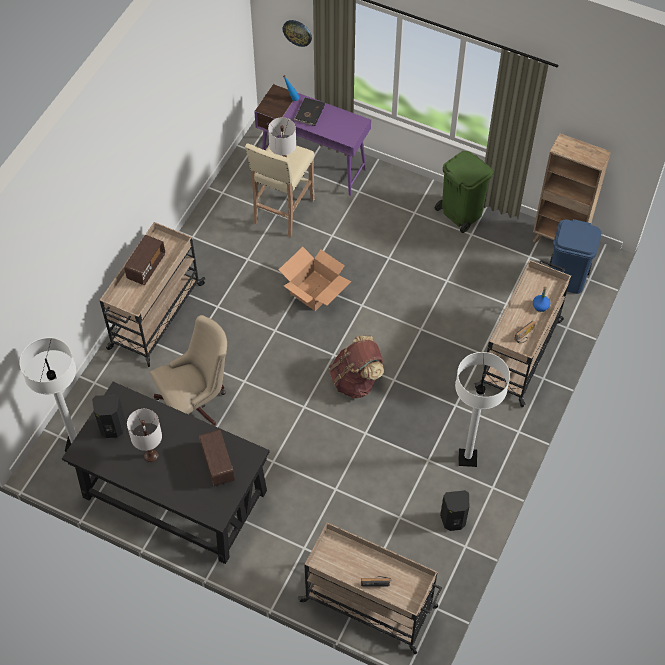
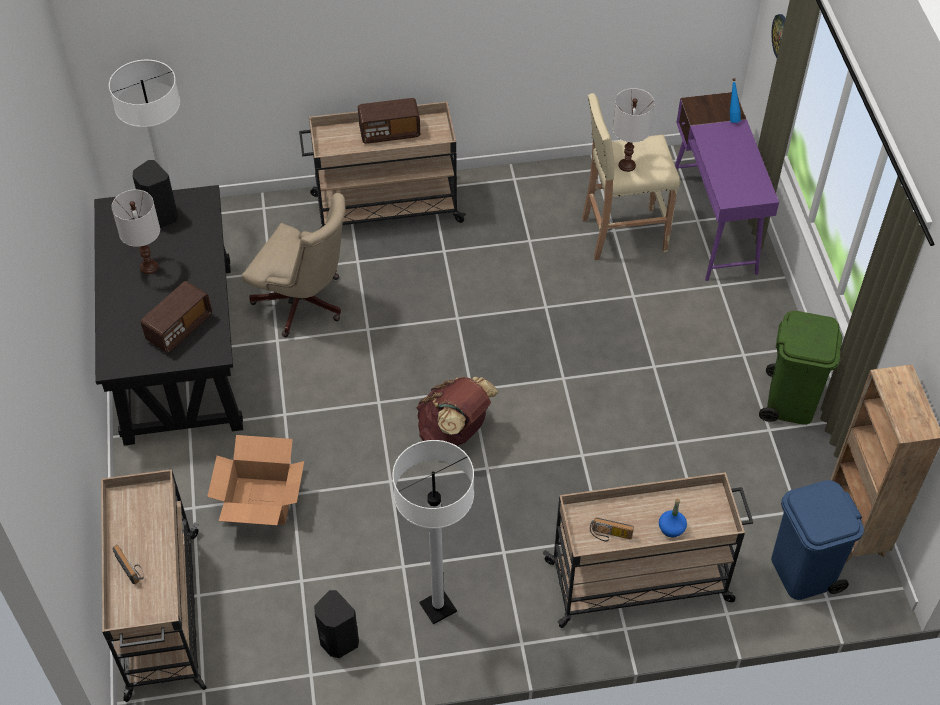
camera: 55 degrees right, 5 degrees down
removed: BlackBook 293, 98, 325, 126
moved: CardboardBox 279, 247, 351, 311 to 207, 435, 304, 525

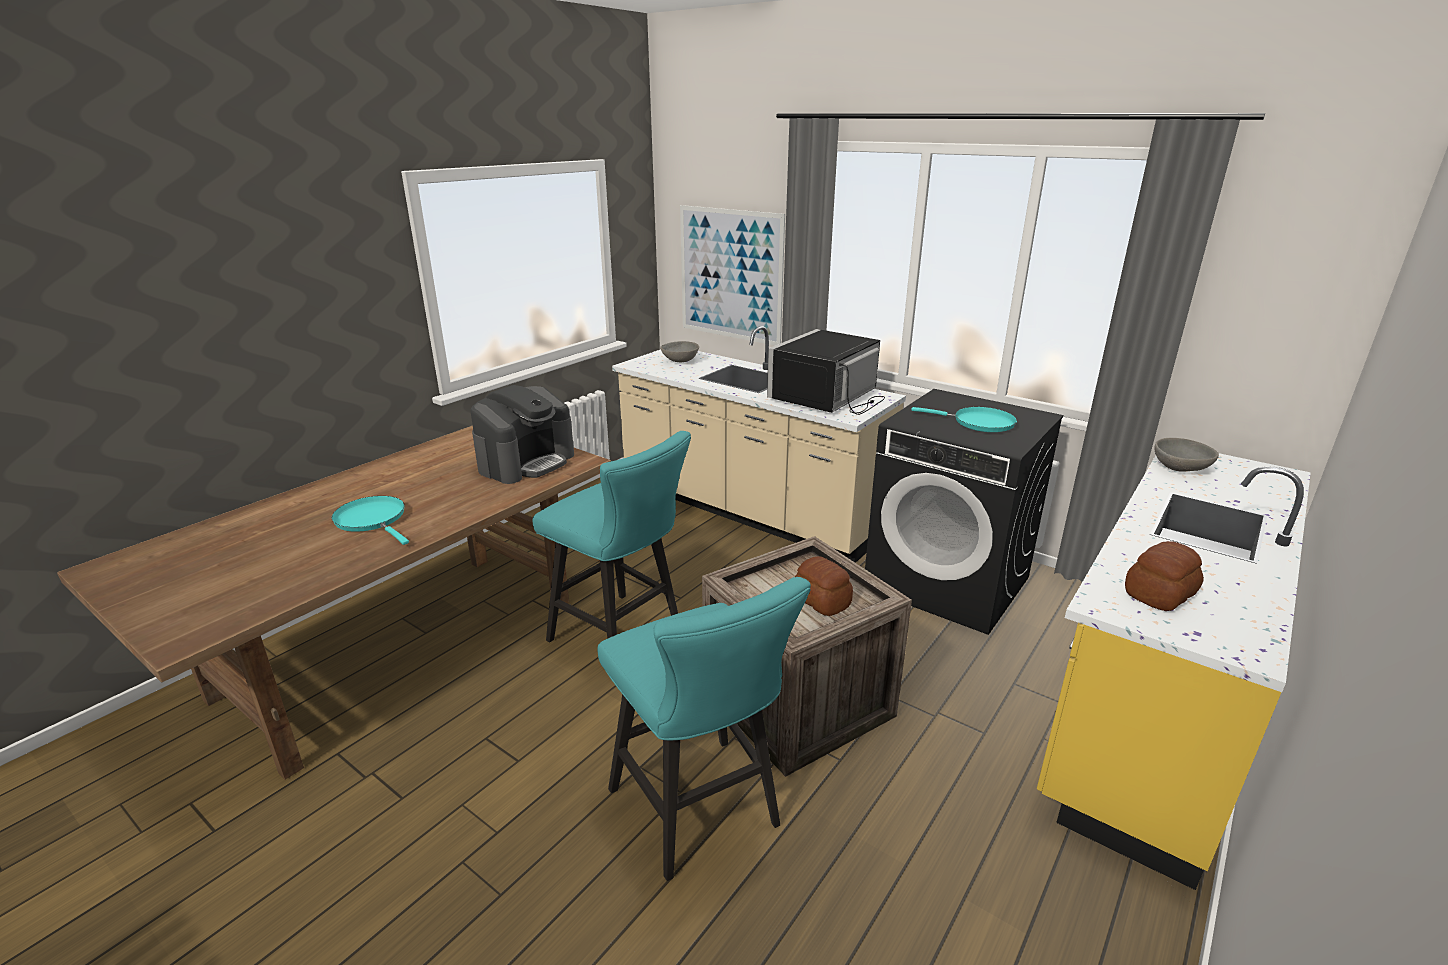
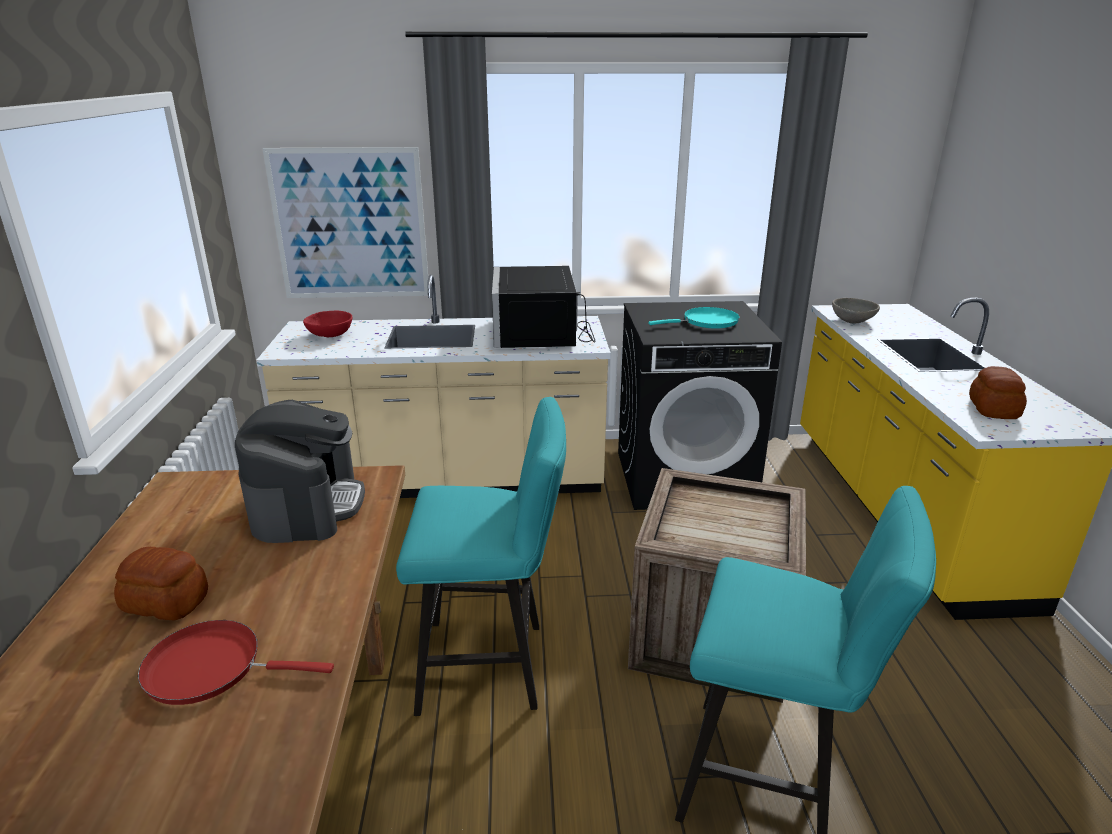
camera: 40 degrees left, 0 degrees up
moved: Bread 795, 556, 853, 616 to 114, 547, 208, 621
recoloured: TurquoiseFryingPan 331, 496, 409, 545 to RedFryingPan 138, 620, 334, 705; GreyBowl 660, 341, 699, 362 to RedBowl 303, 311, 352, 337

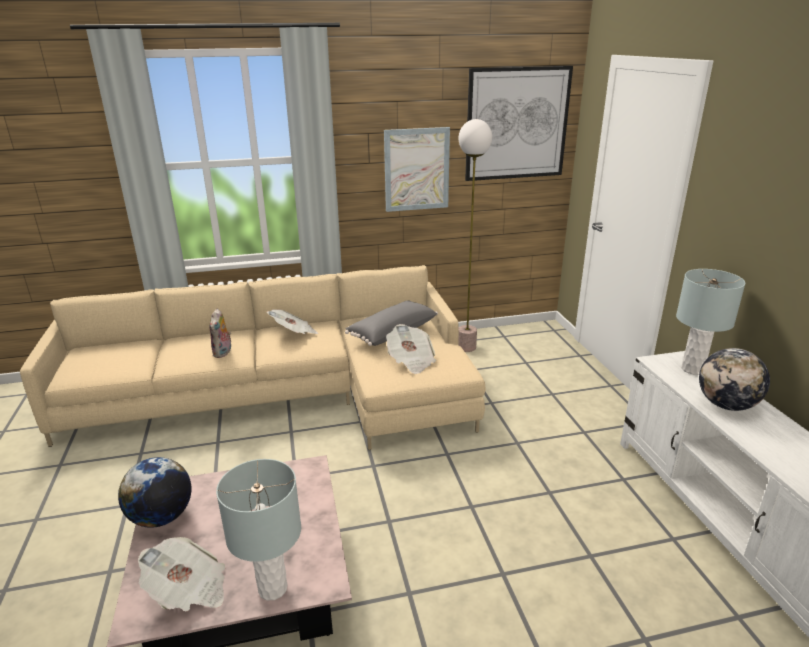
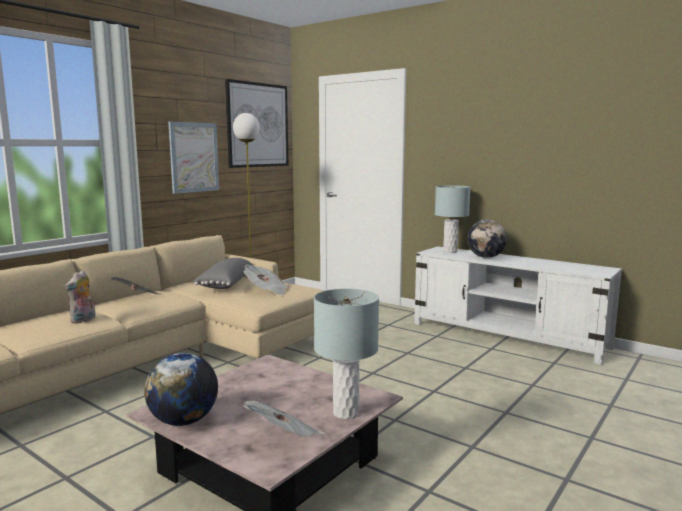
camera: 40 degrees left, 15 degrees down
turned: PlushToy 209, 309, 231, 358 = 65, 270, 95, 324 60 degrees clockwise

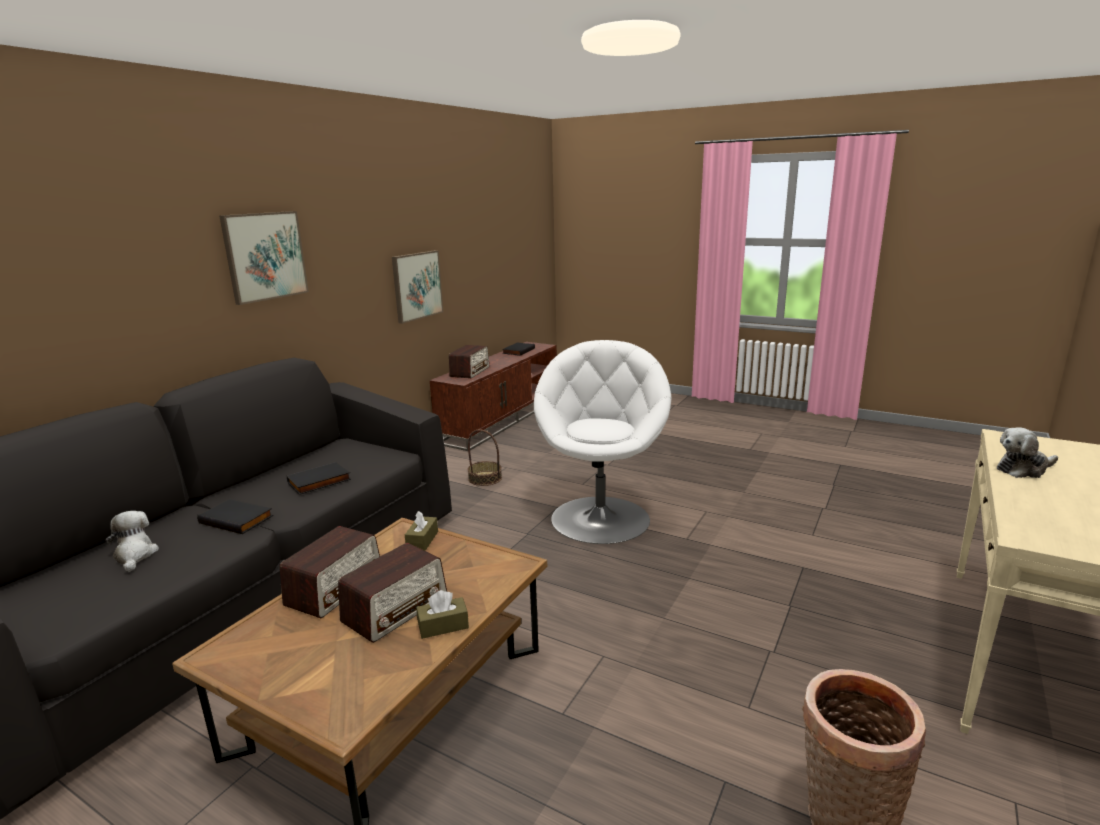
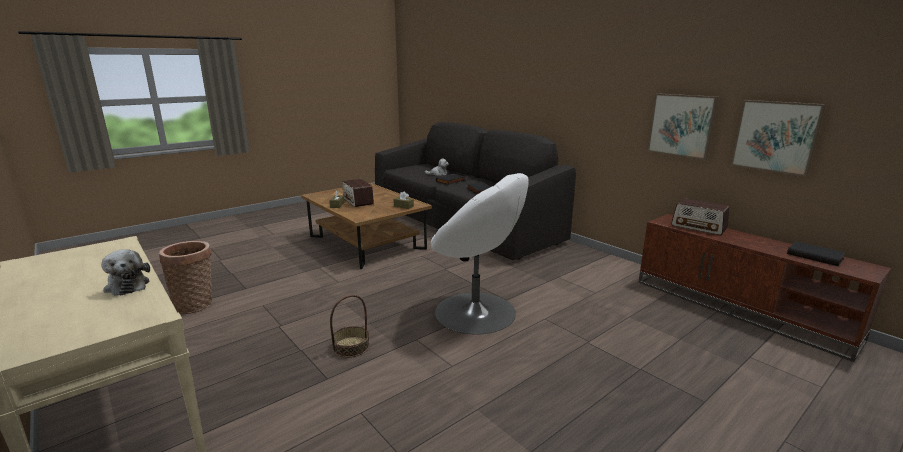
camera: 110 degrees right, 0 degrees up
removed: Radio 279, 526, 380, 618
moved: Picture 219, 211, 309, 305 to 731, 100, 826, 177; Basket 468, 429, 502, 486 to 330, 295, 370, 358
turned: PlushToy 997, 427, 1058, 478 = 101, 249, 150, 295 135 degrees clockwise

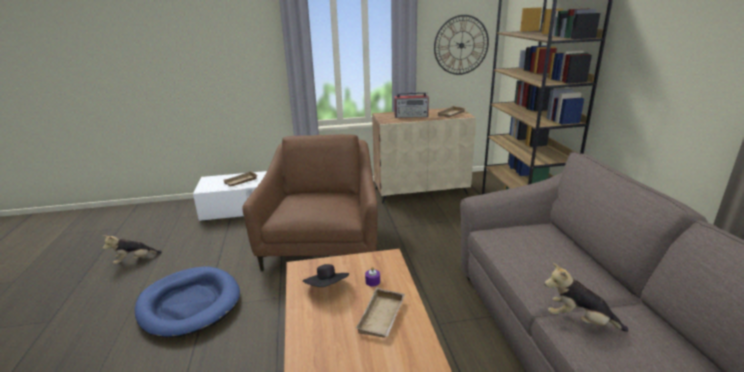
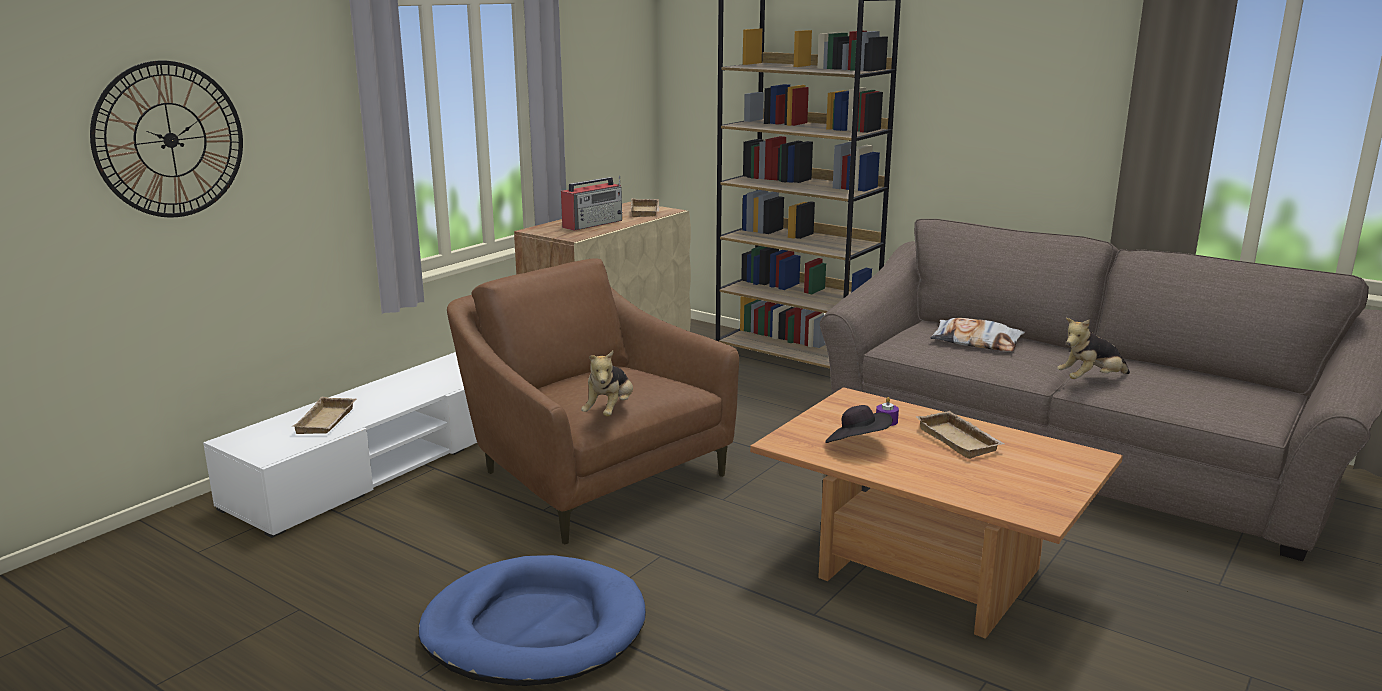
camera: 45 degrees left, 5 degrees down
added: Pillow 930, 318, 1025, 351
moved: PlushToy 103, 235, 162, 264 to 581, 351, 633, 416; WallClock 434, 15, 489, 75 to 90, 61, 243, 217

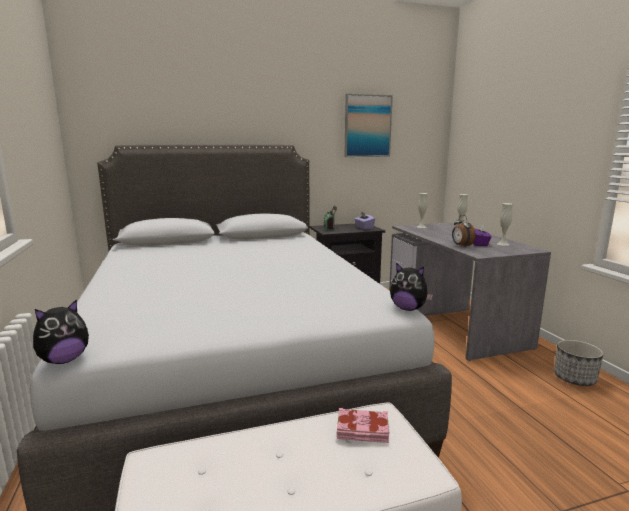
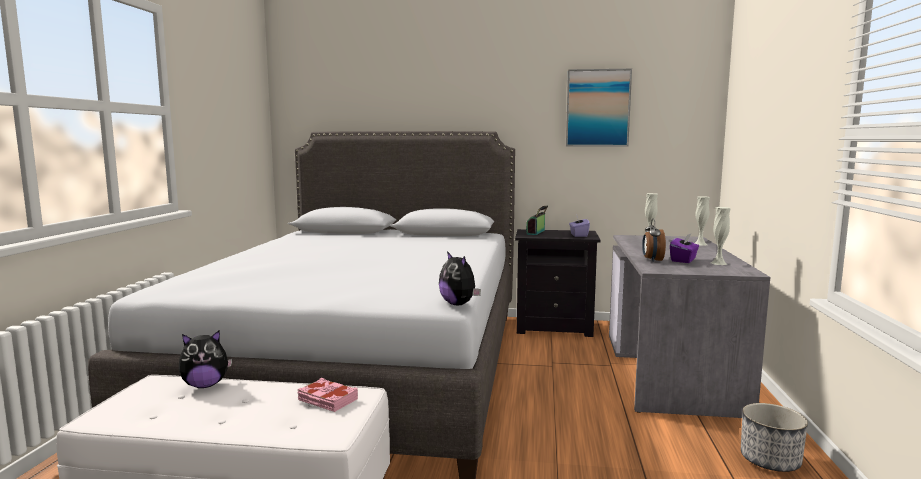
camera: 25 degrees right, 5 degrees down
moved: PlushToy 33, 299, 89, 364 to 178, 331, 232, 388

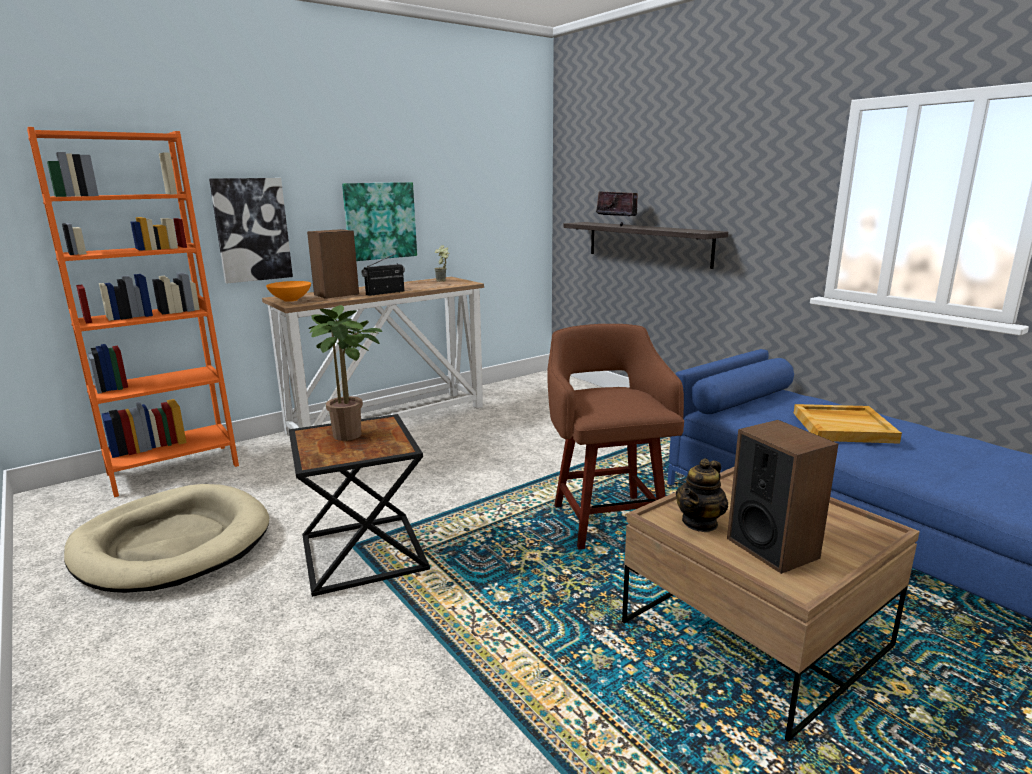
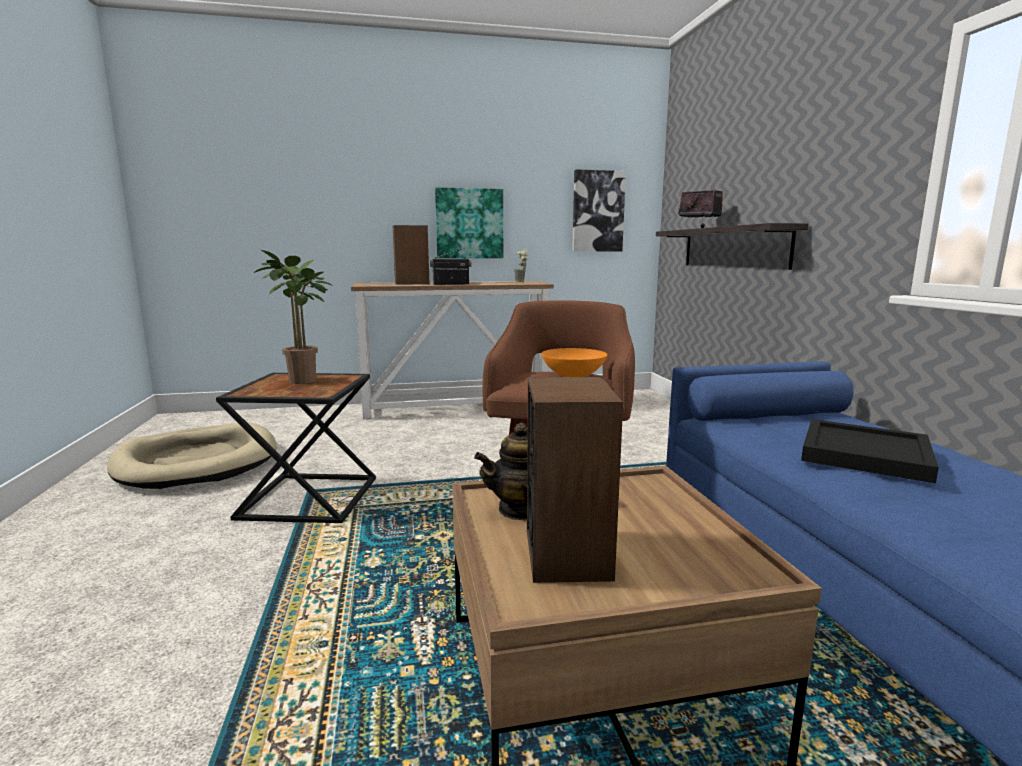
camera: 25 degrees right, 5 degrees down
removed: OrangeBookcase 27, 127, 239, 497
moved: Picture 209, 178, 293, 283 to 572, 169, 626, 252; OrangeBowl 266, 281, 311, 302 to 541, 348, 607, 377
recoloured: BeigeTray 793, 404, 902, 444 to BlackTray 801, 419, 939, 483

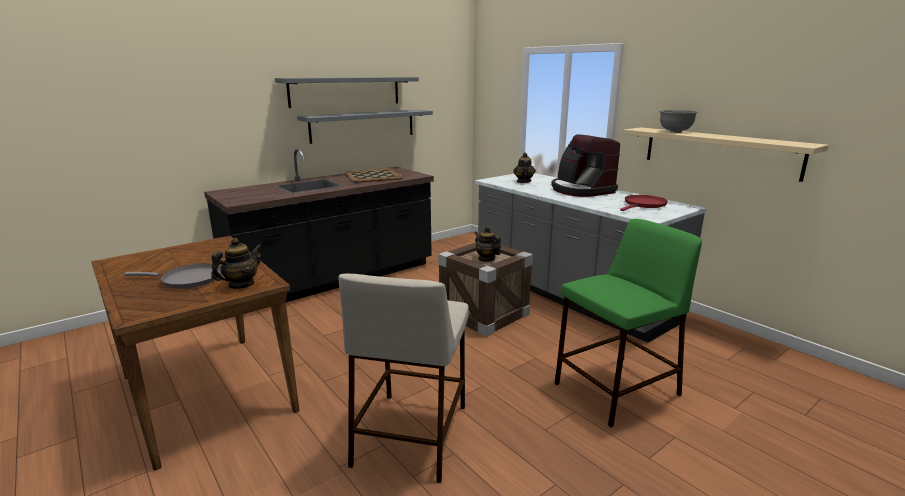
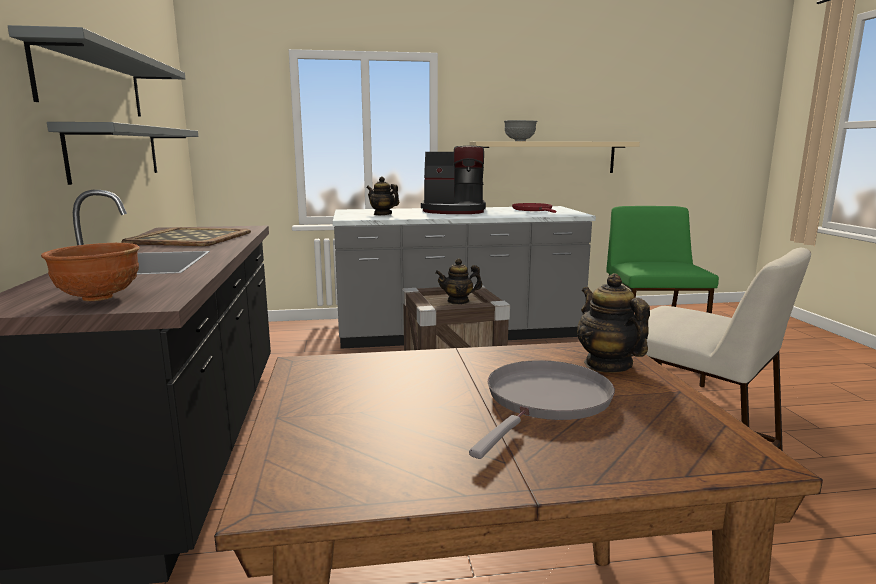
camera: 60 degrees left, 5 degrees down
added: BrownBowl 41, 243, 140, 301

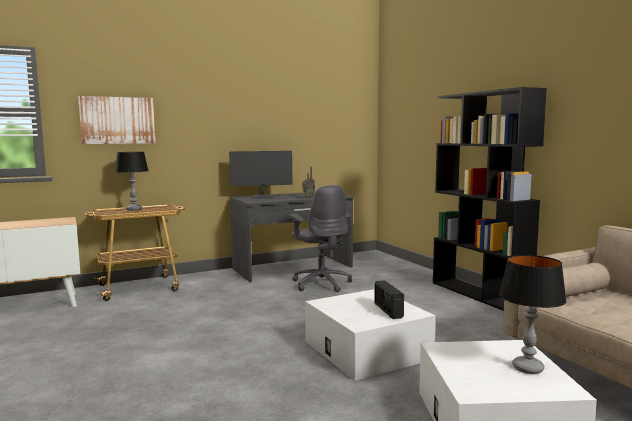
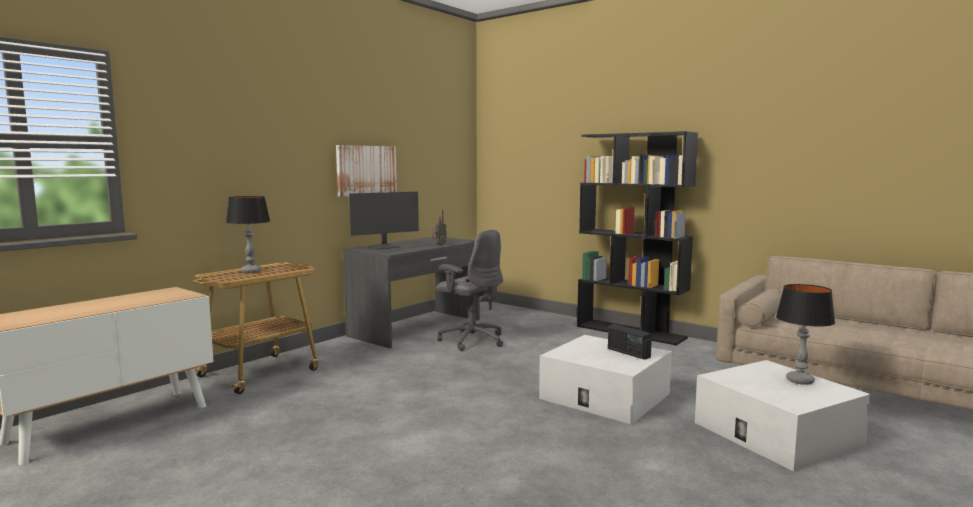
camera: 25 degrees left, 0 degrees up
moved: Picture 78, 96, 155, 144 to 336, 145, 397, 197

